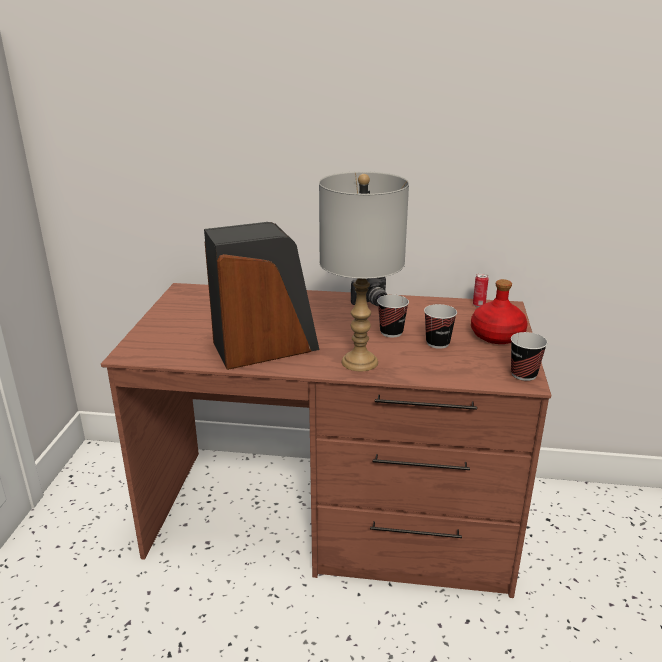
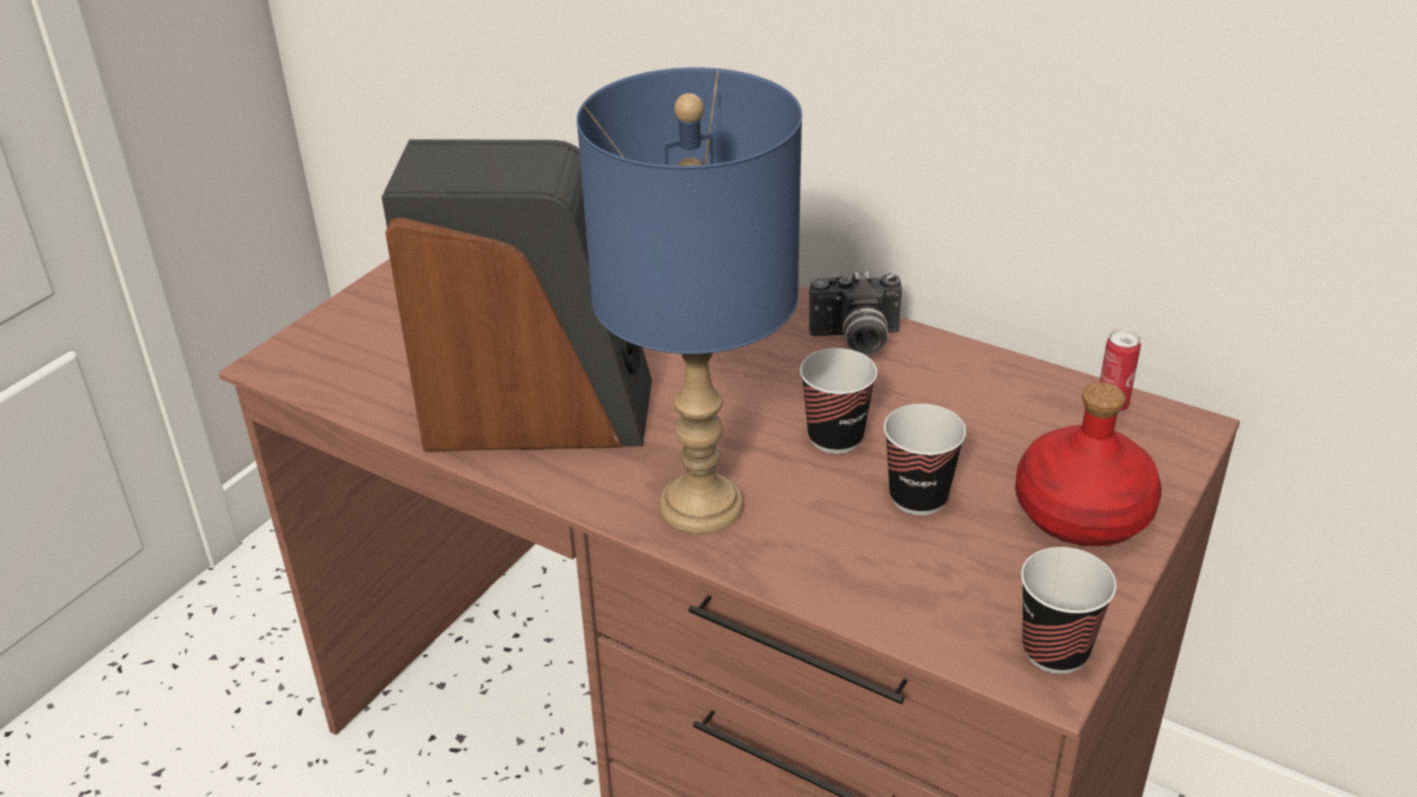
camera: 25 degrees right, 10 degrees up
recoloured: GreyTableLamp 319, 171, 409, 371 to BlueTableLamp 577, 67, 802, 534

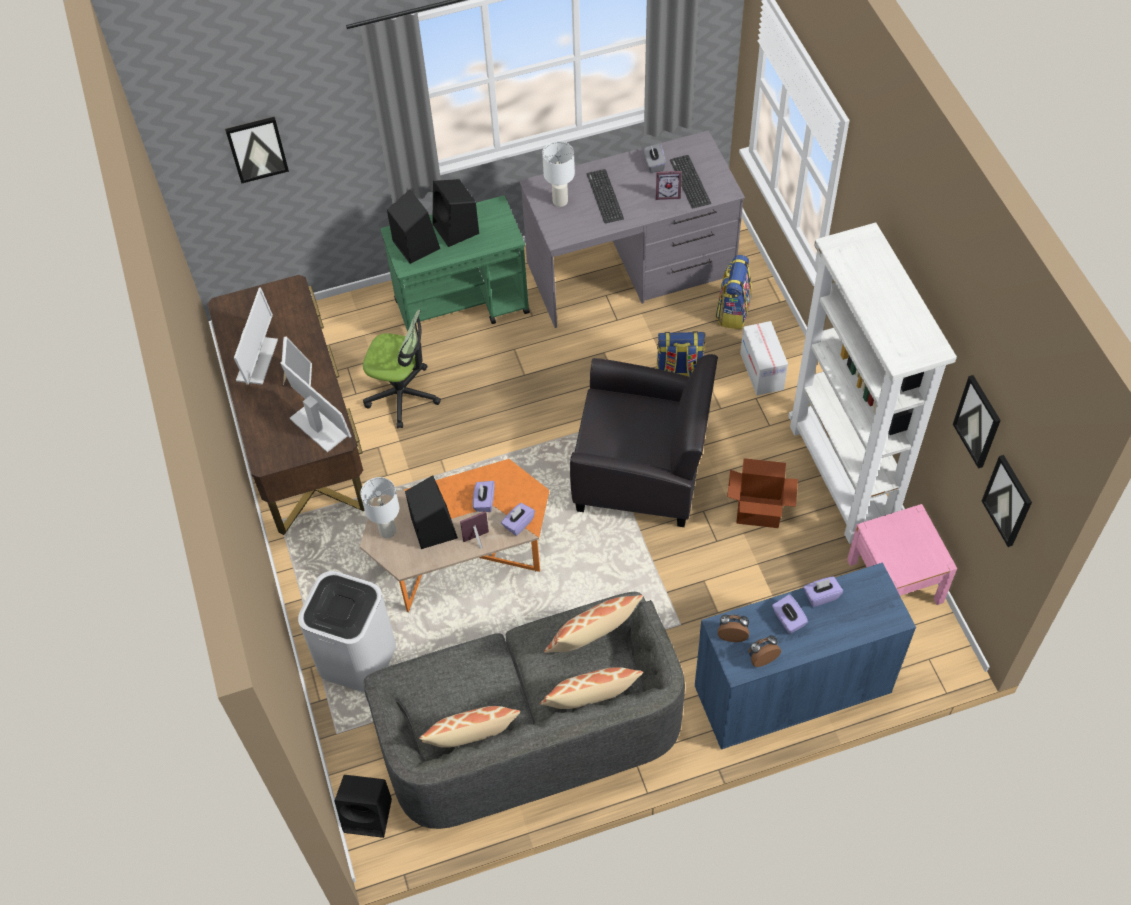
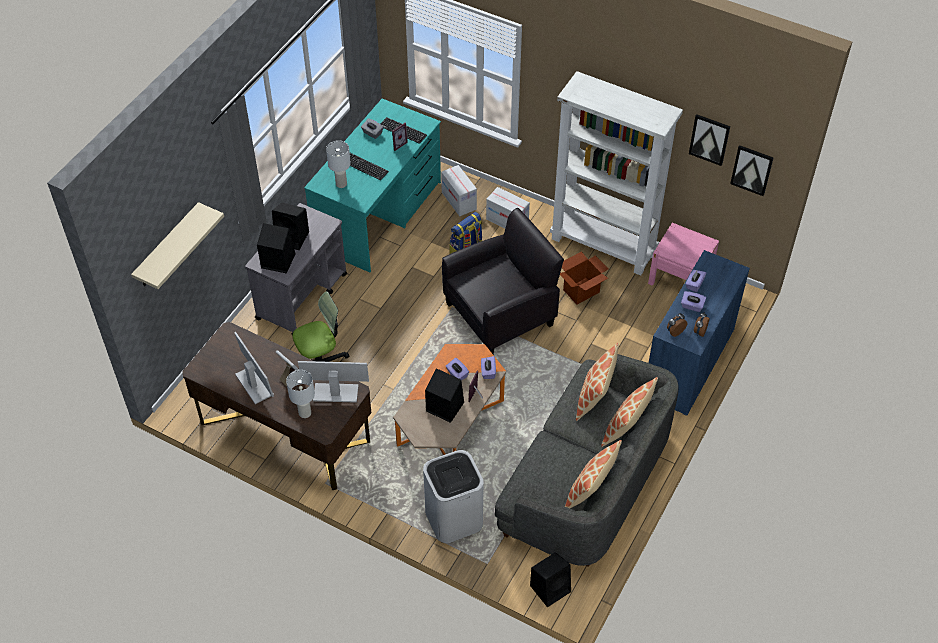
camera: 45 degrees left, 5 degrees down
moved: WhiteTableLamp 360, 477, 399, 538 to 286, 370, 315, 418
replaced: Picture 225, 117, 289, 184 to BeigeShelf 131, 202, 224, 289; Backpack 715, 255, 752, 329 to CardboardBox 441, 165, 477, 216
recoloured: GreenCart 381, 196, 530, 332 to GreyCart 245, 203, 347, 335; GreyDesk 519, 130, 745, 328 to TurquoiseDesk 304, 99, 441, 272

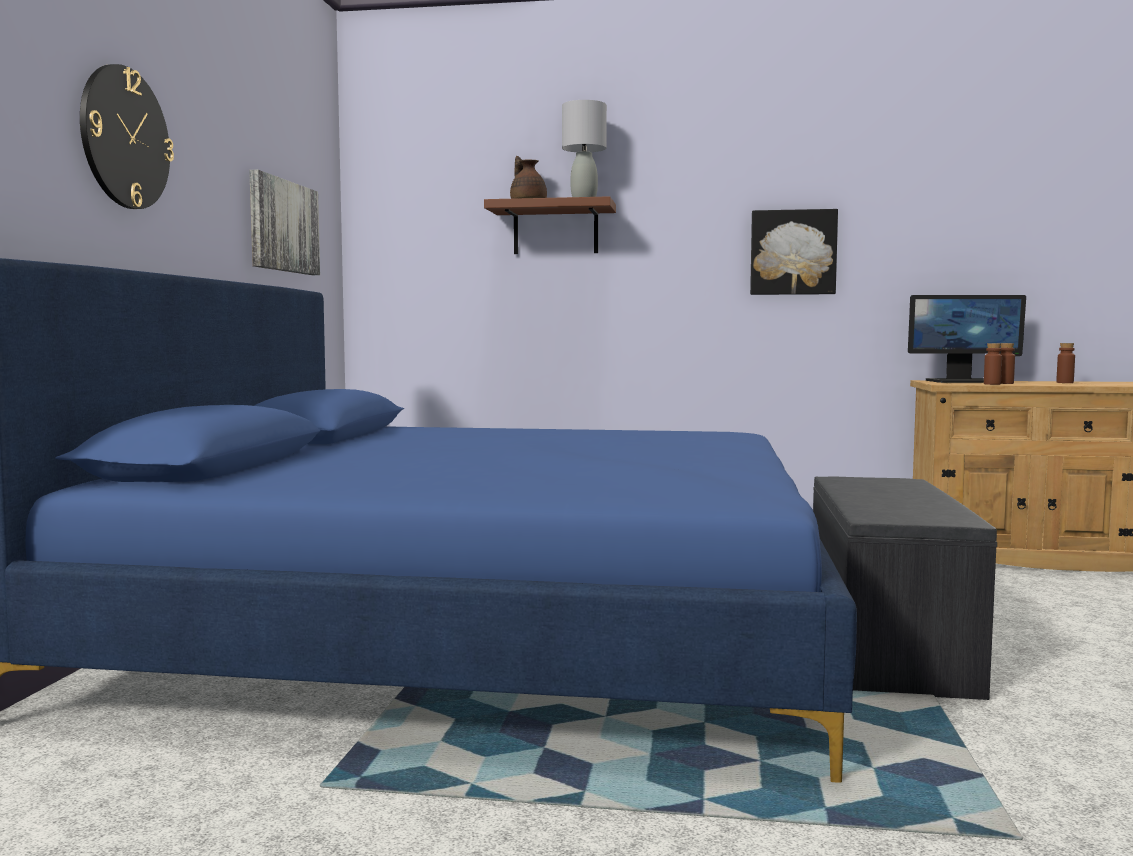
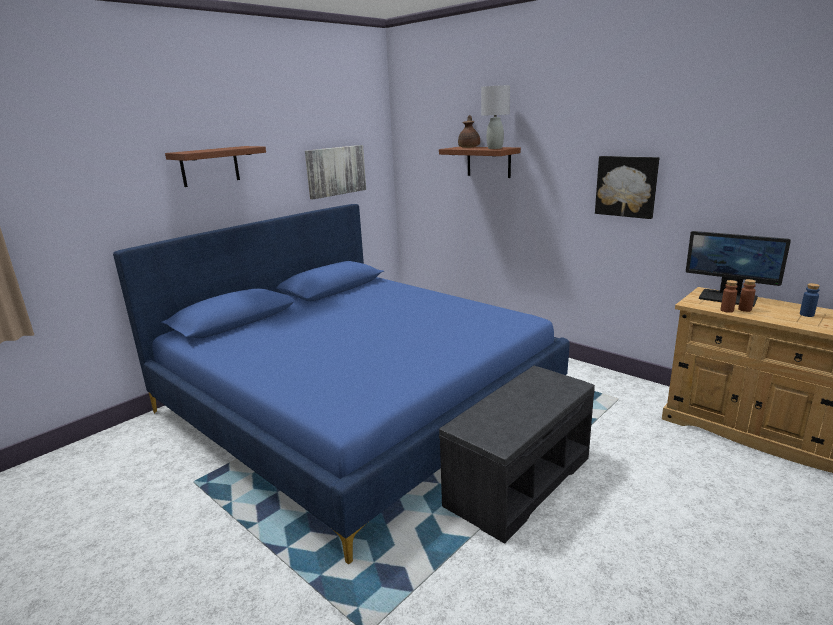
camera: 35 degrees right, 15 degrees up
replaced: WallClock 80, 64, 174, 209 to BrownShelf 165, 146, 266, 187
recoloured: BrownBottle 1056, 343, 1075, 383 to BlueBottle 800, 283, 820, 317

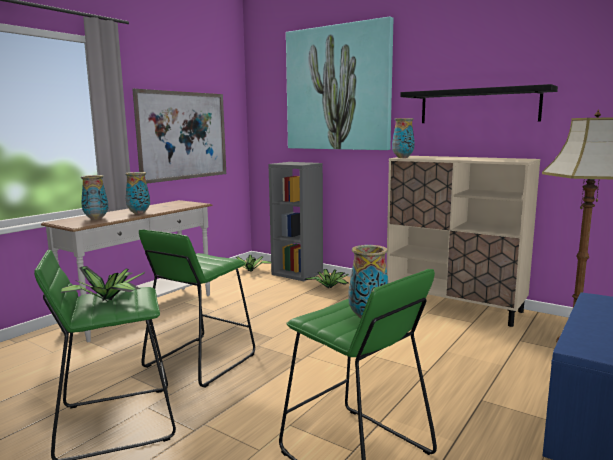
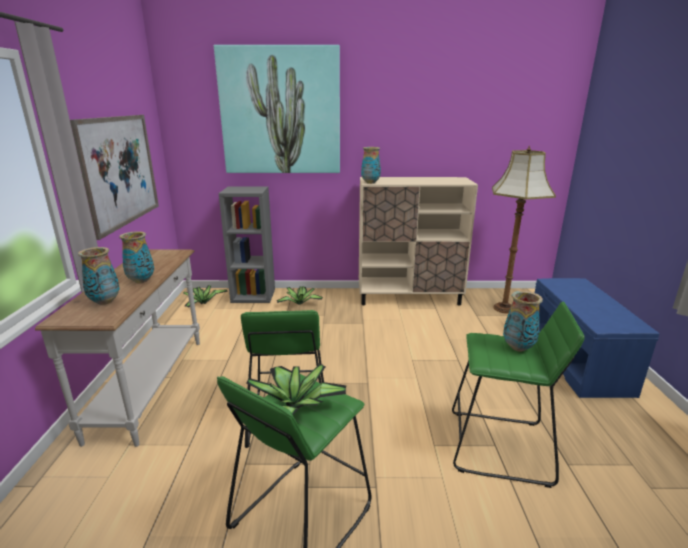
camera: 35 degrees left, 10 degrees up
removed: BlackShelf 400, 84, 558, 123

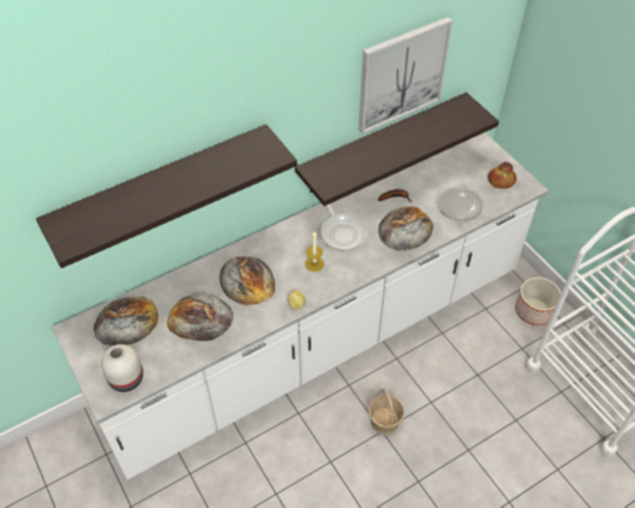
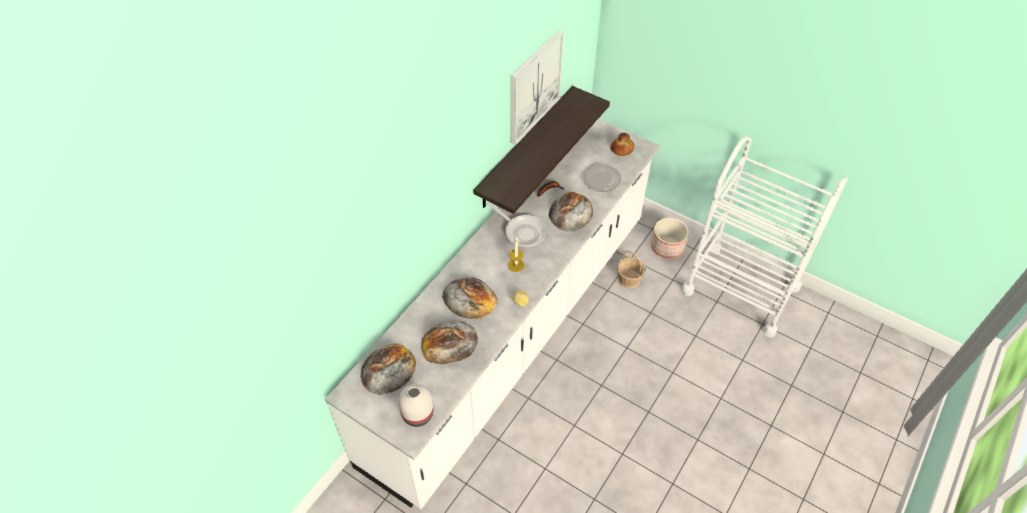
camera: 25 degrees left, 0 degrees up
removed: Shelf 36, 124, 297, 268
moved: Basket 368, 388, 405, 435 to 617, 250, 646, 289

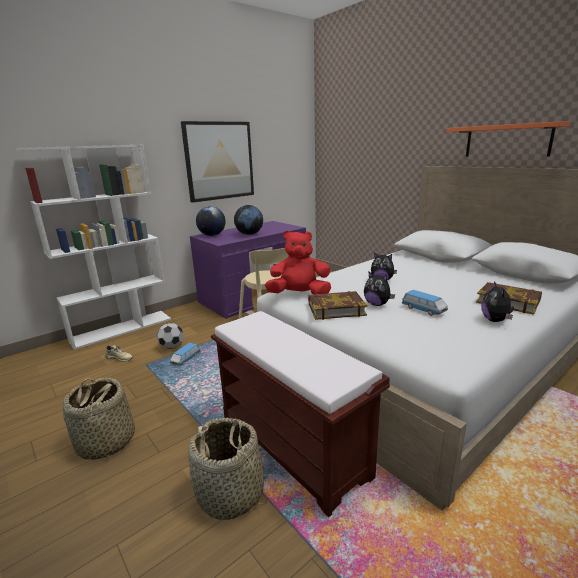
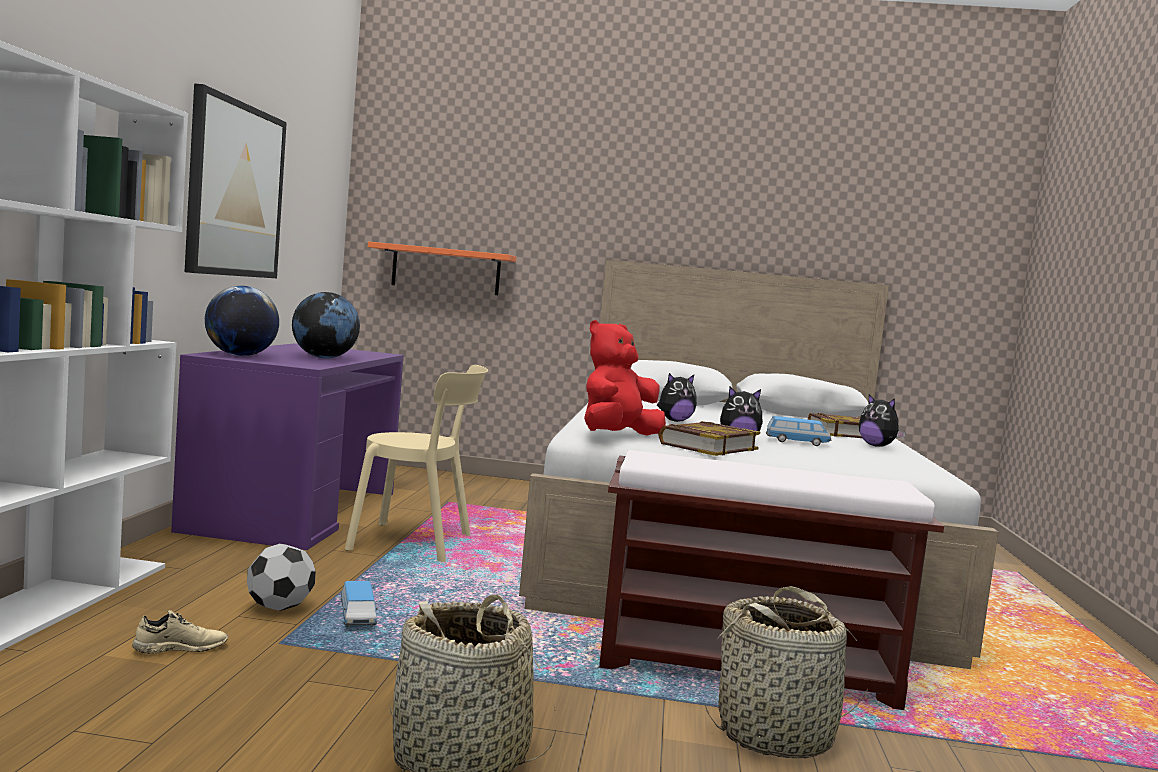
camera: 45 degrees left, 15 degrees down
moved: OrangeShelf 447, 121, 571, 157 to 368, 241, 516, 295

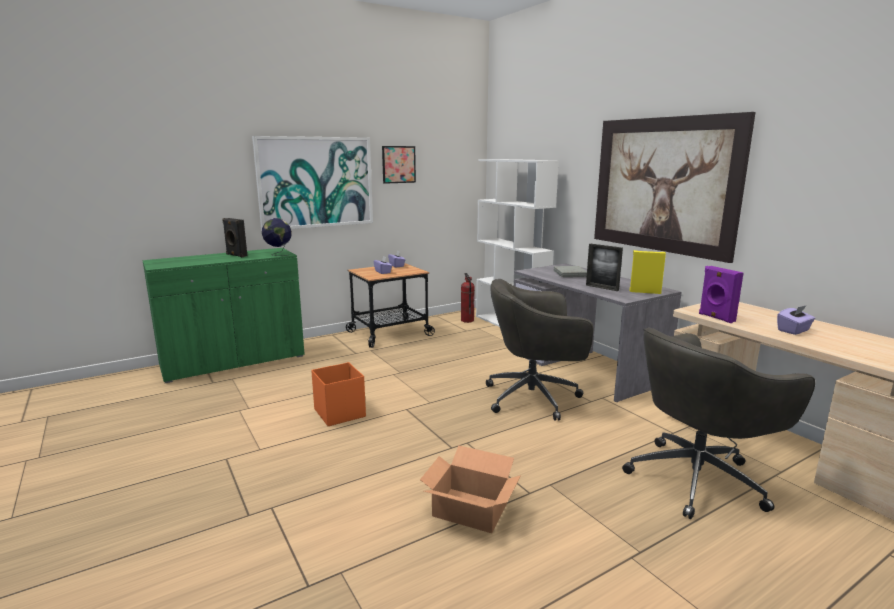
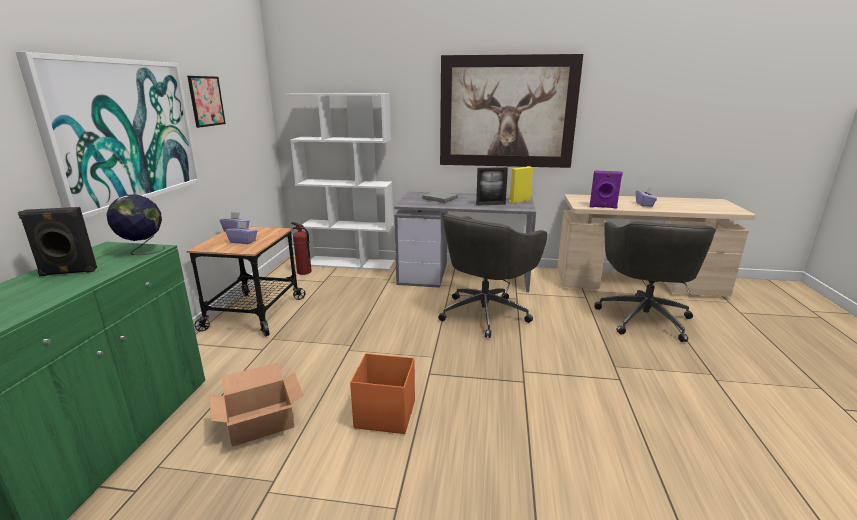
camera: 50 degrees left, 5 degrees up
moved: CardboardBox 420, 446, 521, 533 to 209, 362, 303, 446

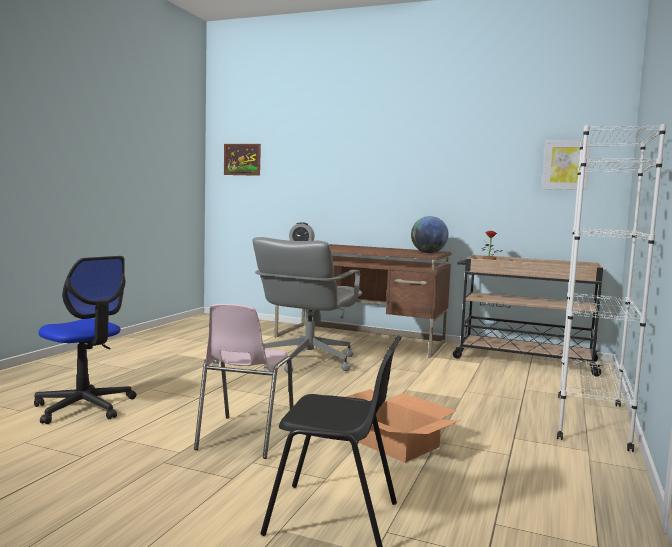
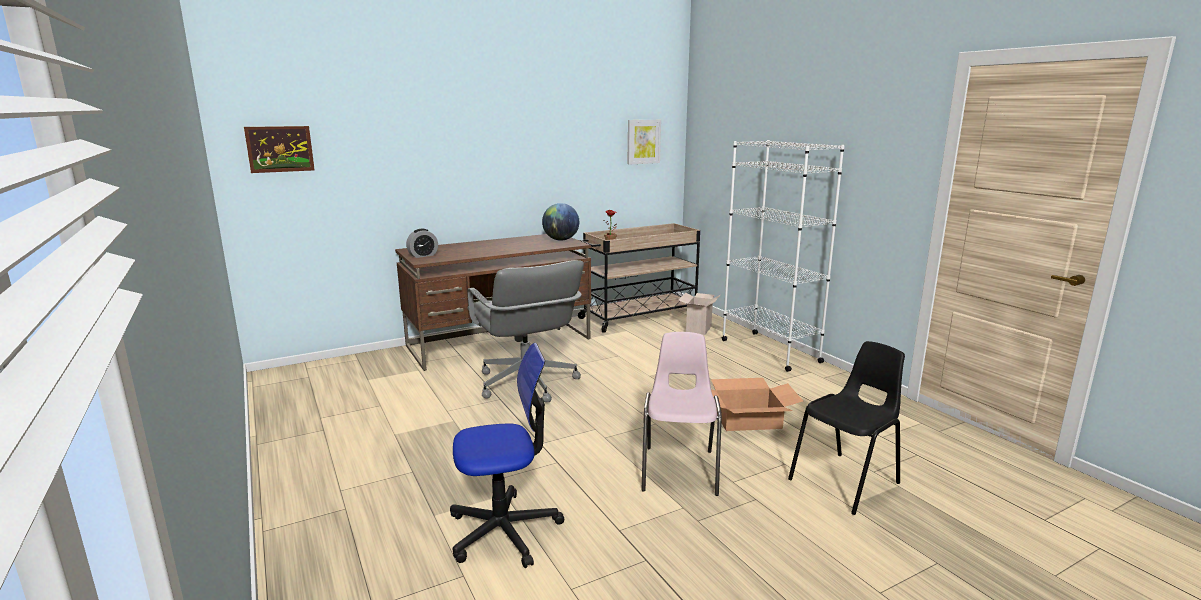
camera: 50 degrees left, 10 degrees up
added: CardboardBox 679, 293, 721, 335
turned: PinkChair 194, 304, 293, 459 = 642, 332, 722, 496 135 degrees counterclockwise

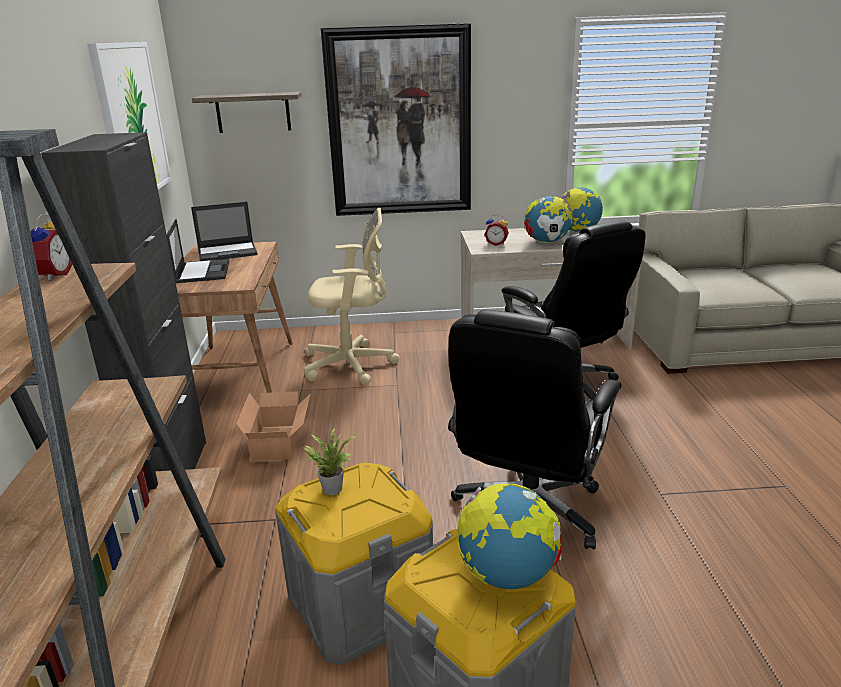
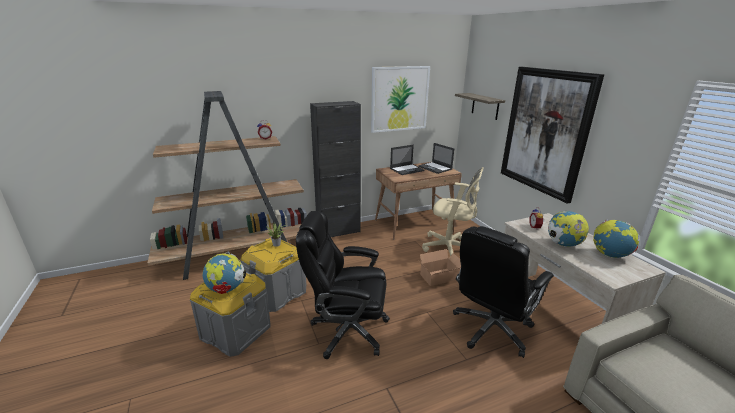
camera: 70 degrees right, 0 degrees up
moved: CardboardBox 236, 391, 311, 461 to 419, 249, 461, 286
turned: BeigeOfficeChair 303, 208, 400, 385 = 422, 167, 484, 256 45 degrees counterclockwise

